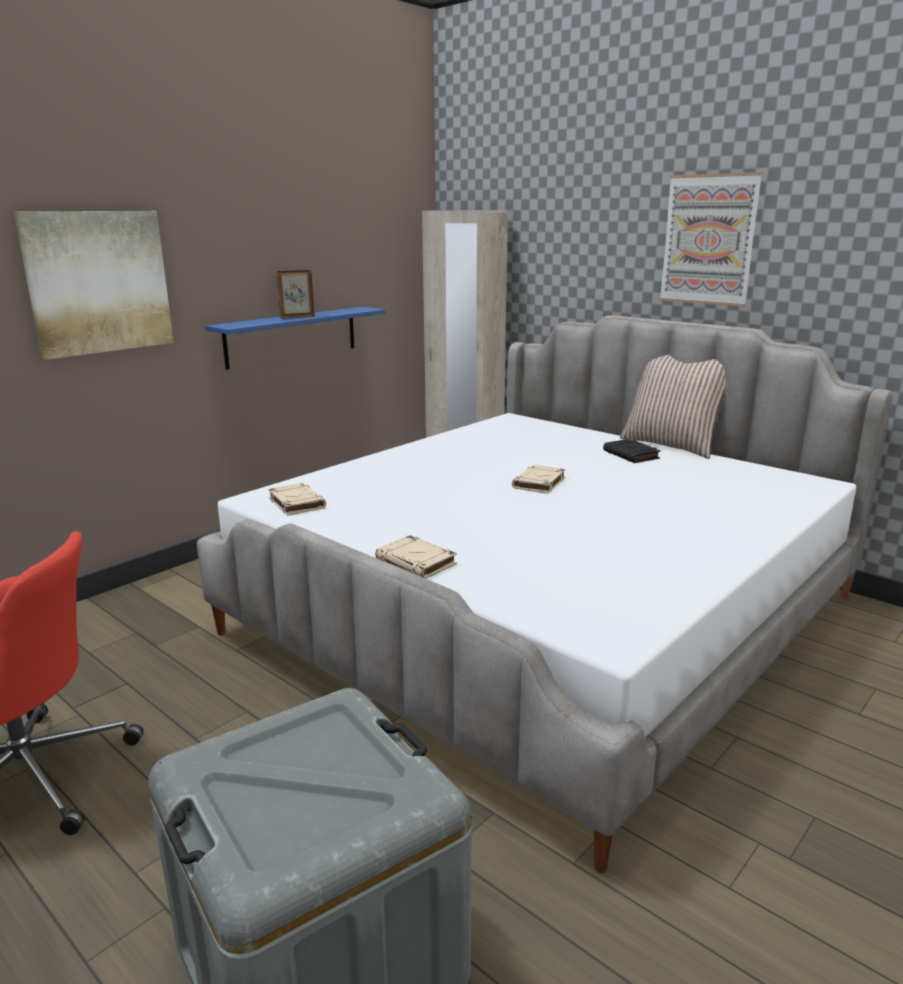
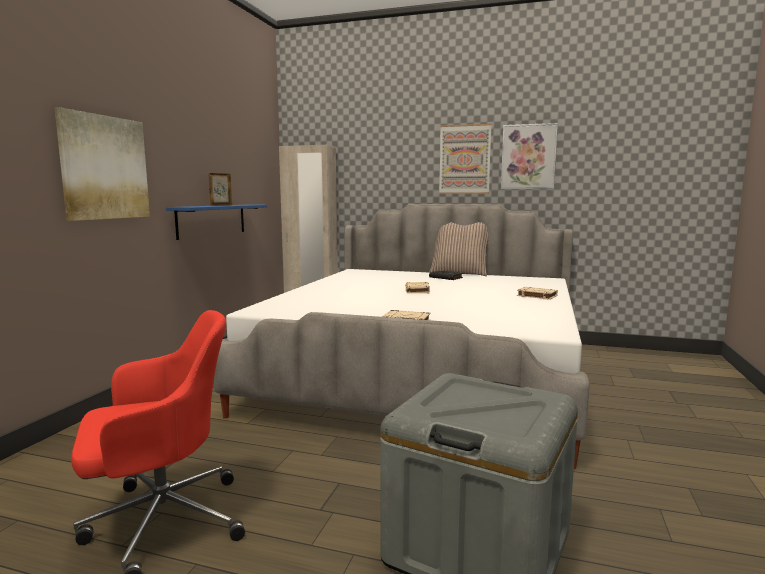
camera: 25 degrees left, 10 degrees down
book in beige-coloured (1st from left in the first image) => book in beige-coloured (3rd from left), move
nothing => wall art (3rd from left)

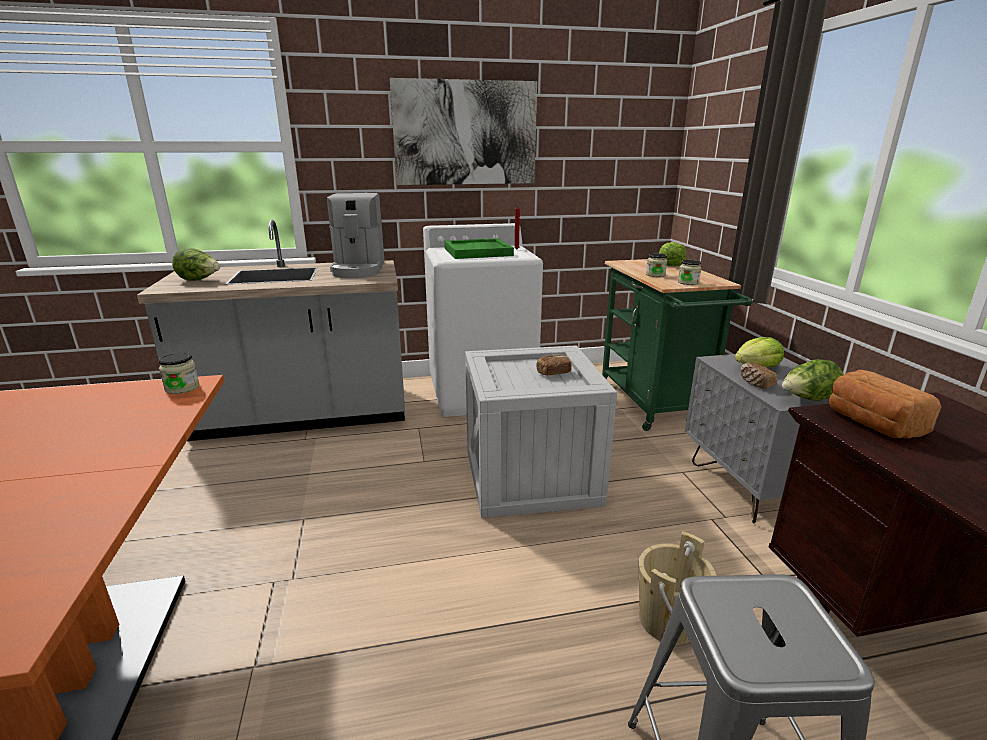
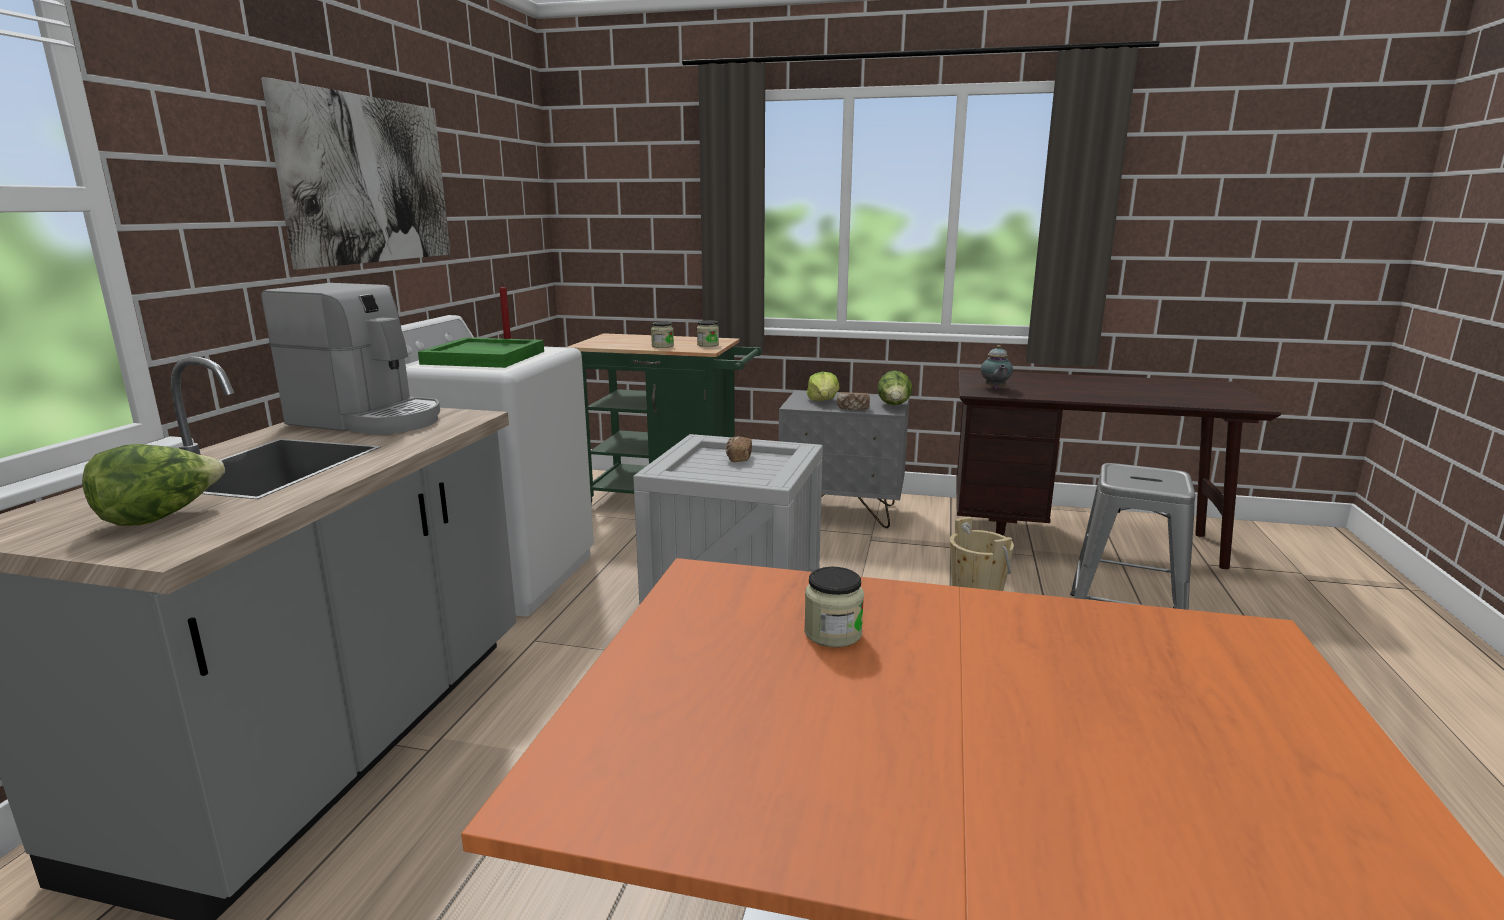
camera: 65 degrees left, 5 degrees down
preserve jar (1st from left in the first image) => preserve jar (3rd from left), move
head of lettuce (2nd from left) => nothing
bread (3rd from left) => teapot

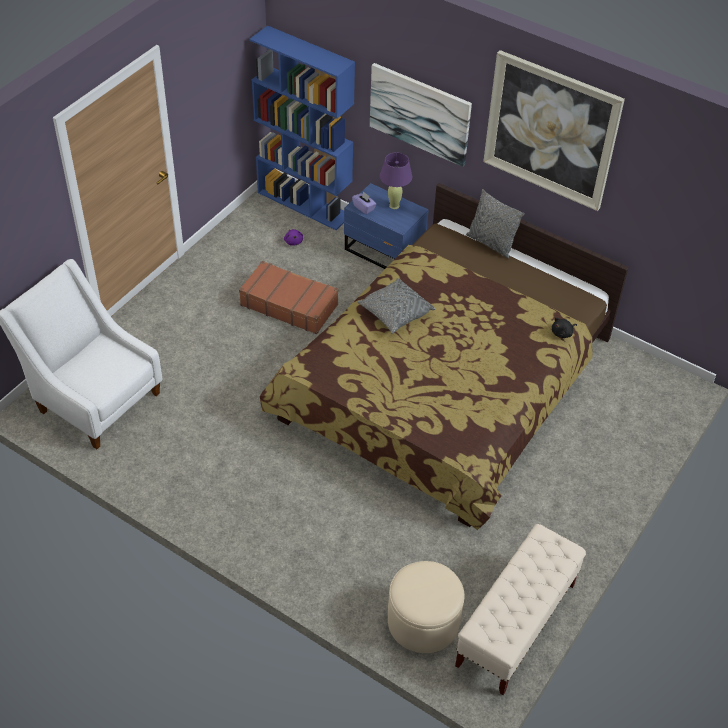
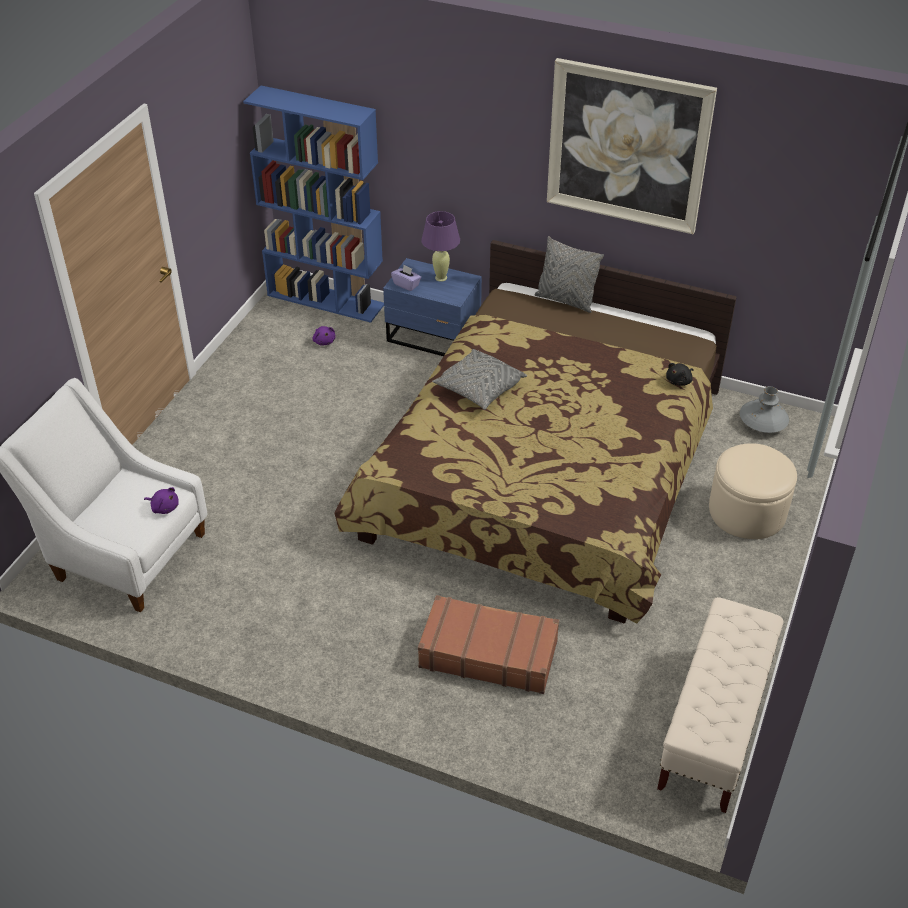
camera: 10 degrees left, 5 degrees down
suitcase in brown, move
wall art (1st from left) => nothing
pouffe in beige-coloured, move
nothing => plush toy in purple (1st from left)
nothing => vase in greyish

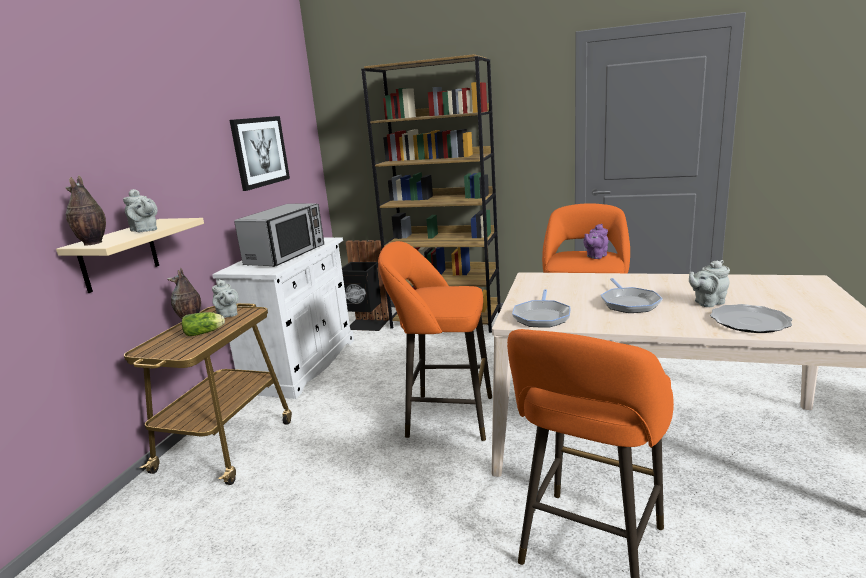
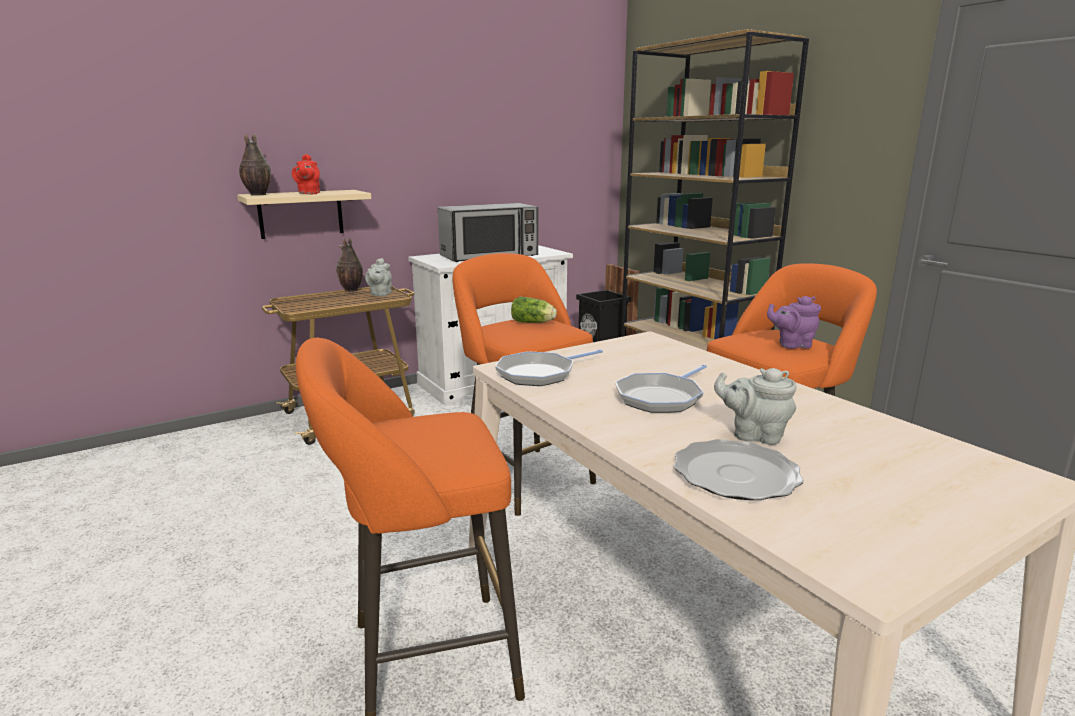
camera: 40 degrees right, 0 degrees up
teapot in greyish (1st from left) => teapot in red-coloured
head of lettuce, move
wall art => nothing

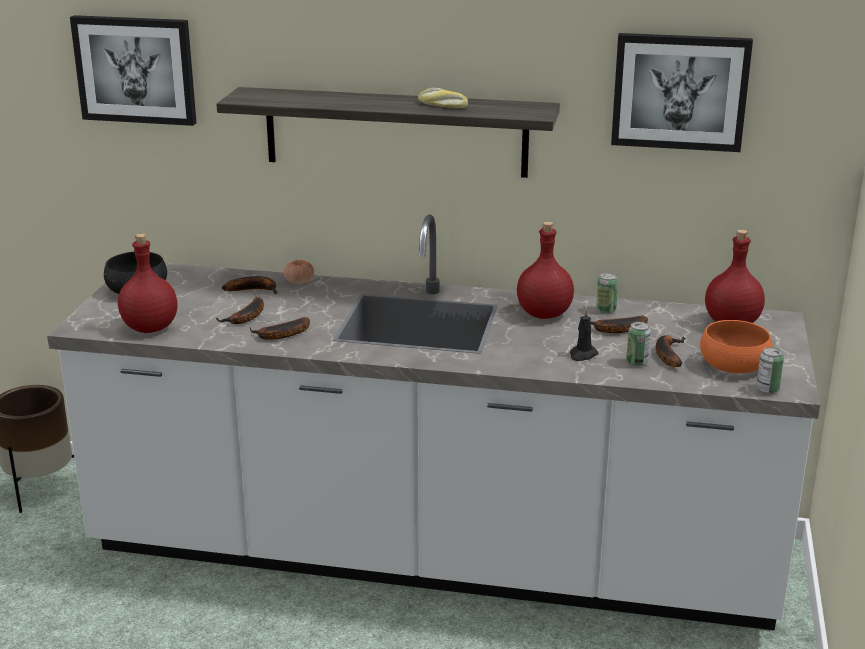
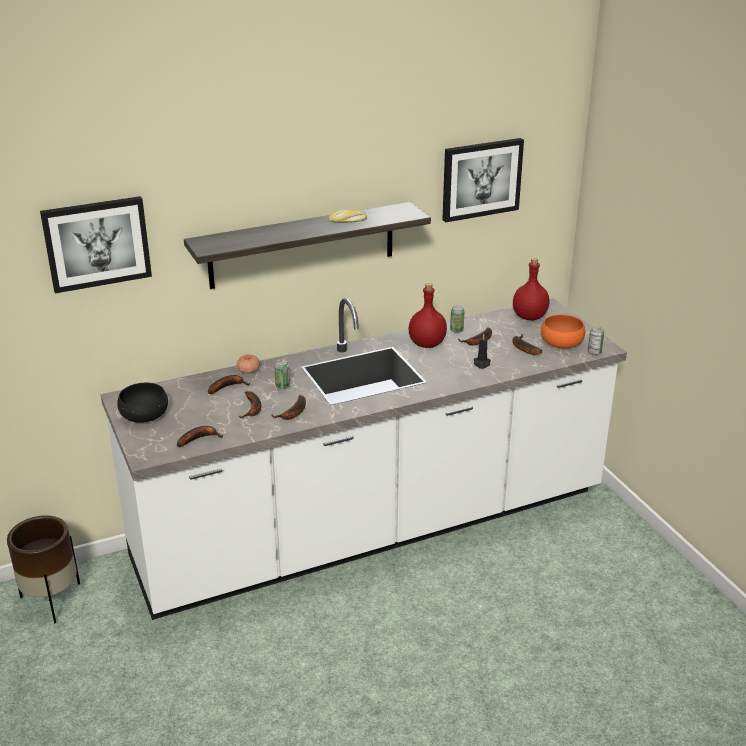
camera: 35 degrees left, 5 degrees up
bottle in red-coloured (1st from left) => whole banana (1st from left)
sealed can (2nd from left in the first image) => sealed can (1st from left), move

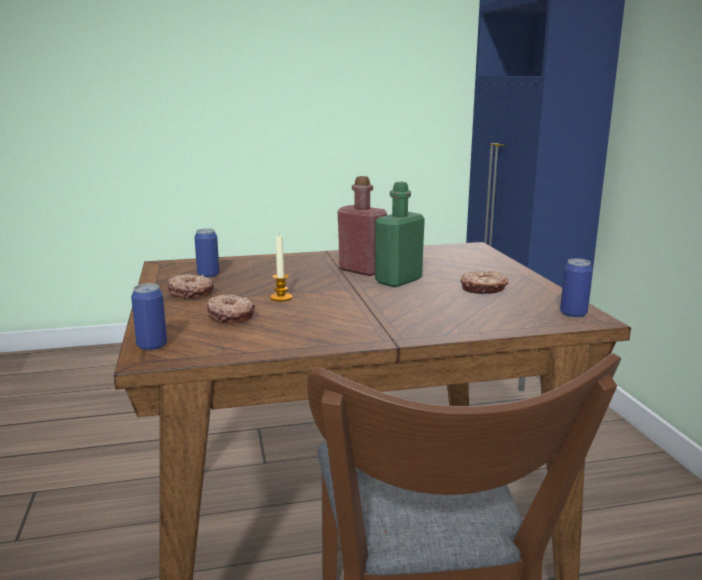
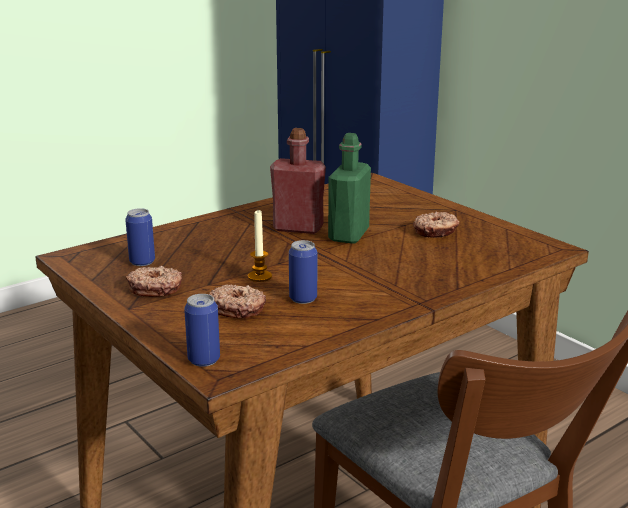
camera: 25 degrees left, 5 degrees up
sealed can (3rd from left), move

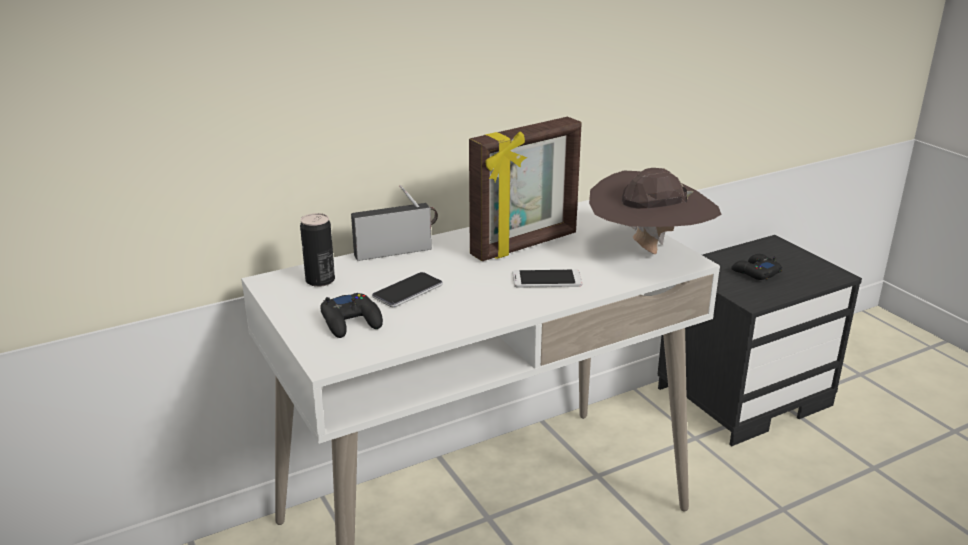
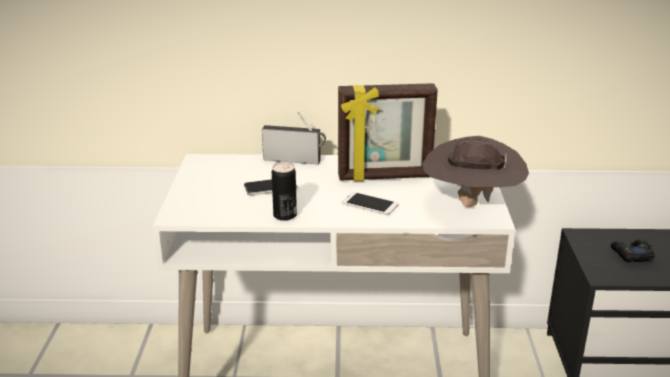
camera: 30 degrees right, 0 degrees up
sealed can, move
game controller in black (1st from left) => nothing

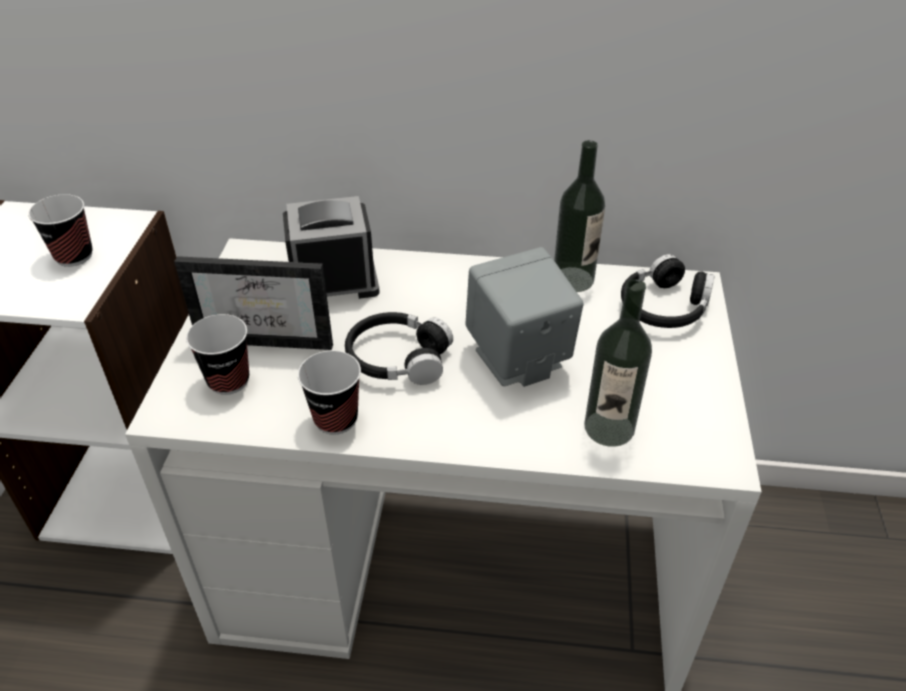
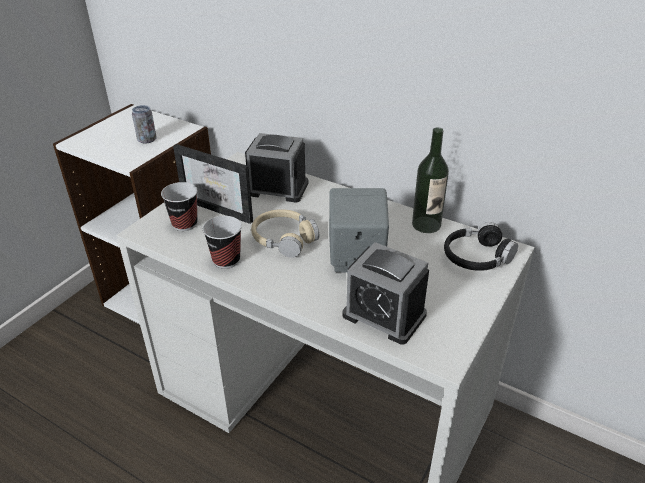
camera: 25 degrees right, 5 degrees down
drinking cup (1st from left) => sealed can
headphones in black (1st from left) => headphones in beige-coloured
bottle (2nd from left) => bedside clock (2nd from left)

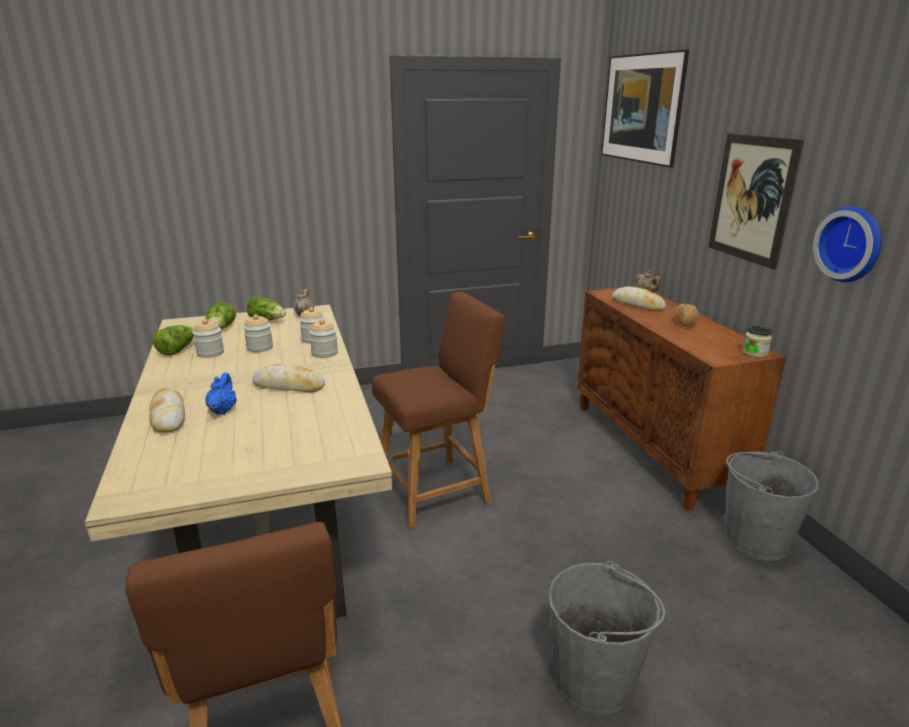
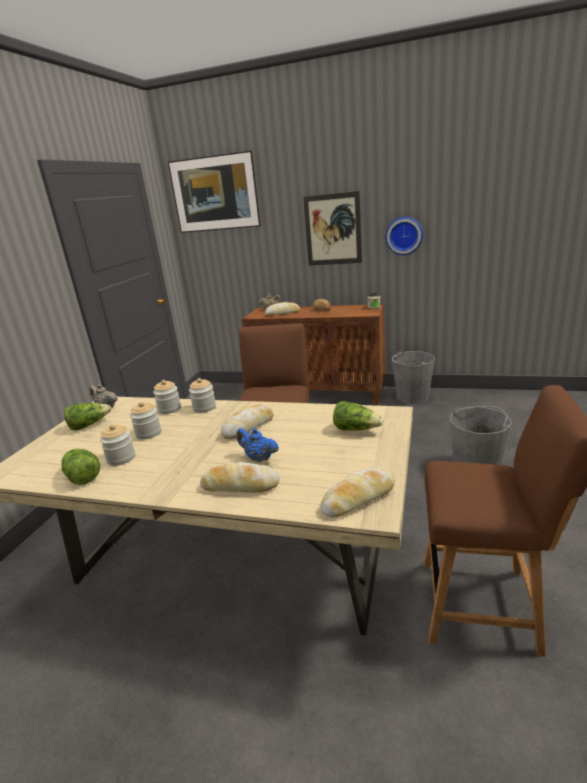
camera: 55 degrees left, 0 degrees up
head of lettuce (2nd from left in the first image) => head of lettuce (3rd from left), move
nothing => bread (5th from left)

